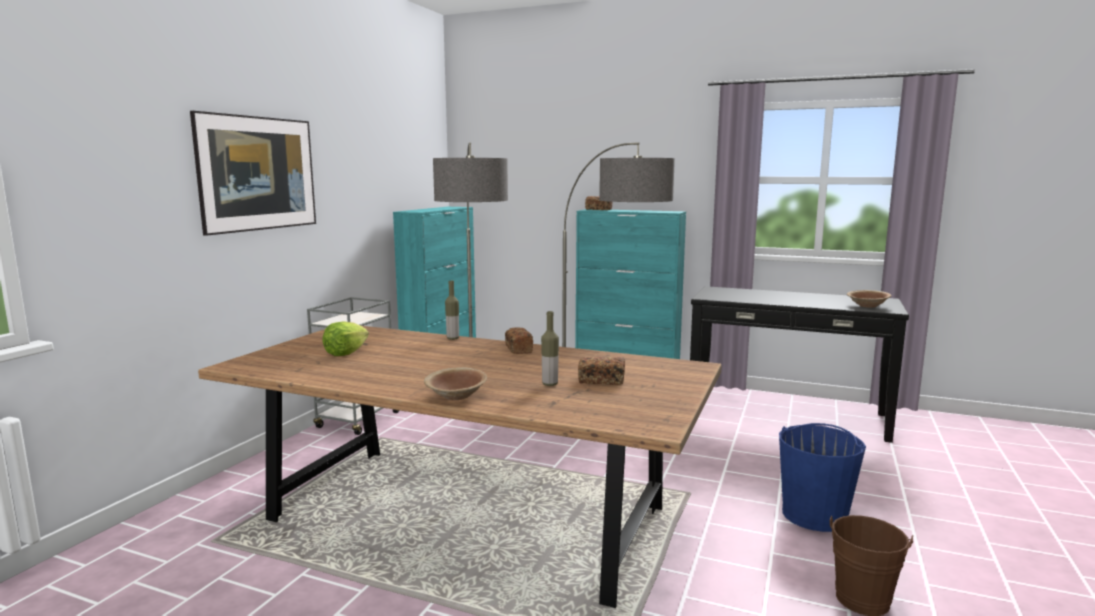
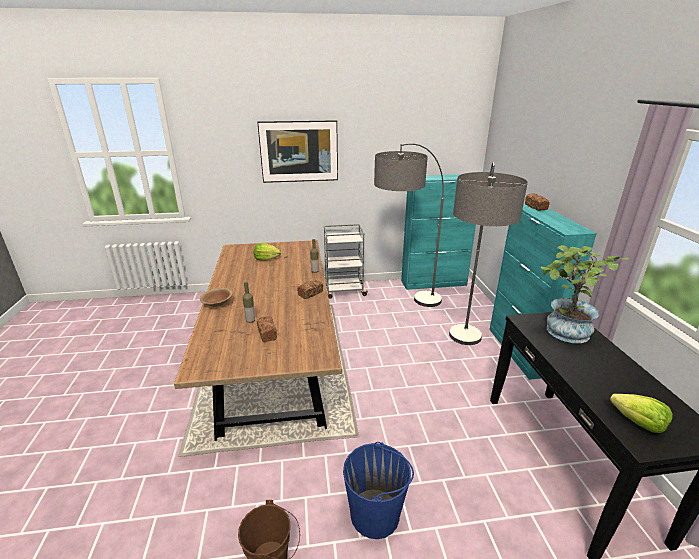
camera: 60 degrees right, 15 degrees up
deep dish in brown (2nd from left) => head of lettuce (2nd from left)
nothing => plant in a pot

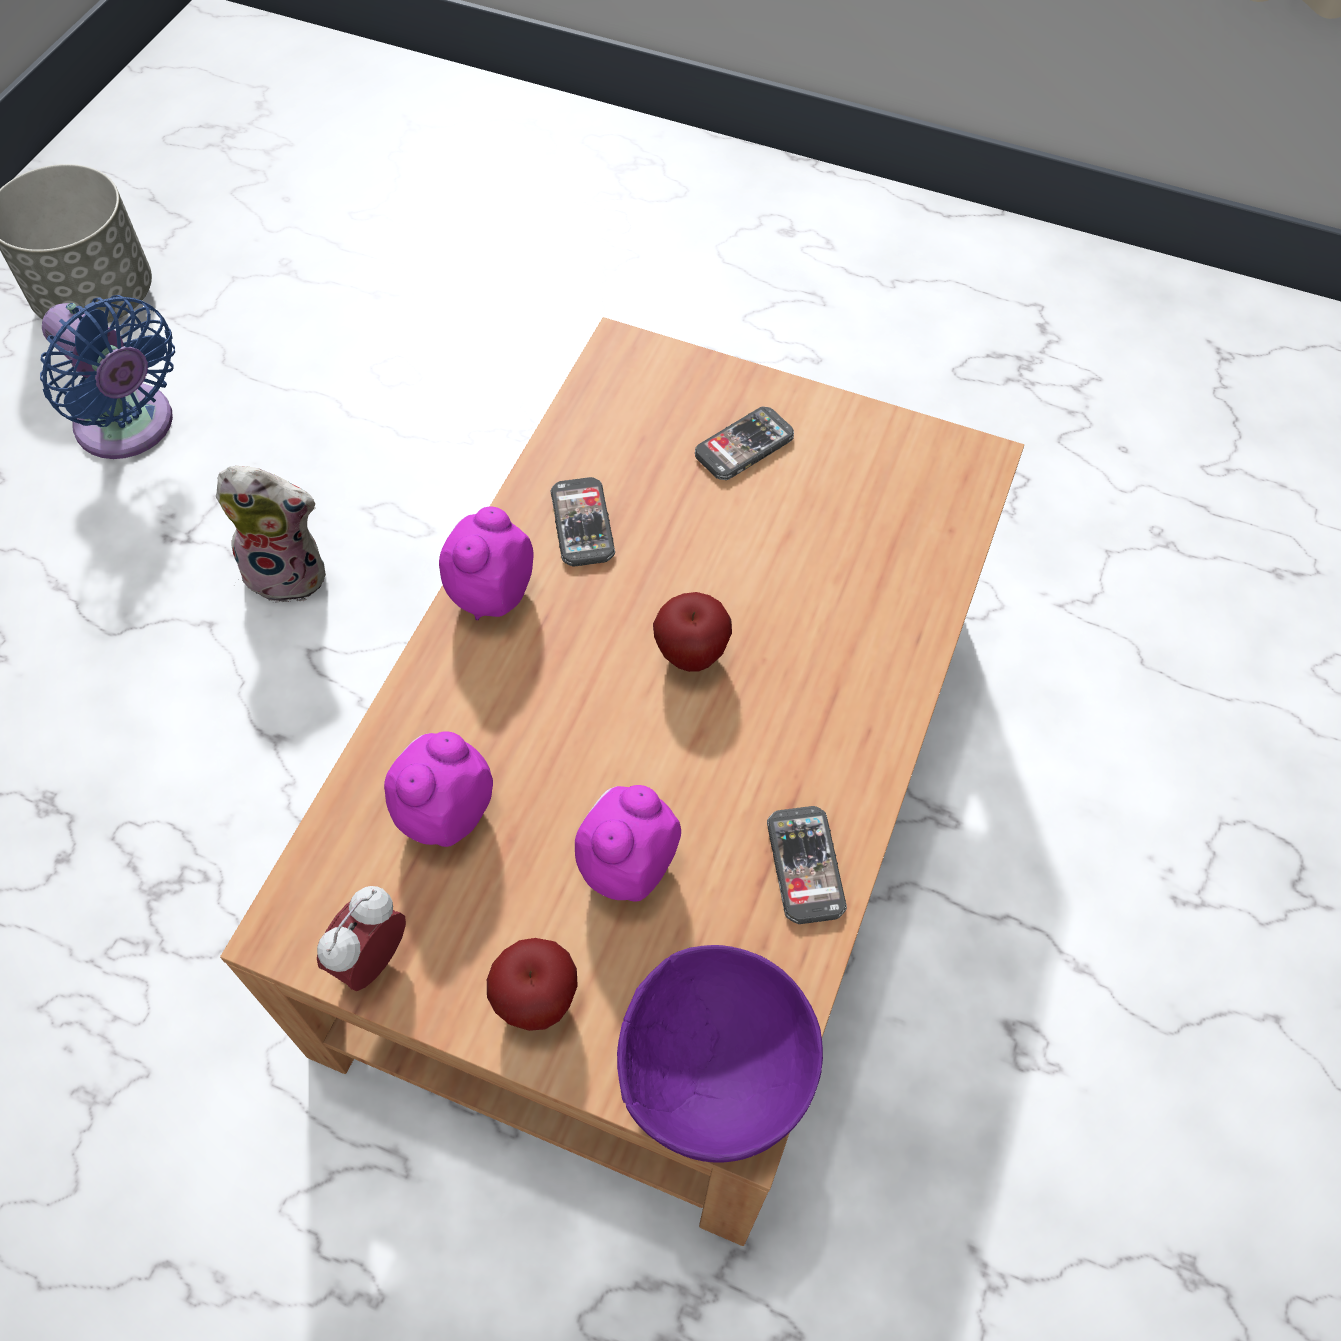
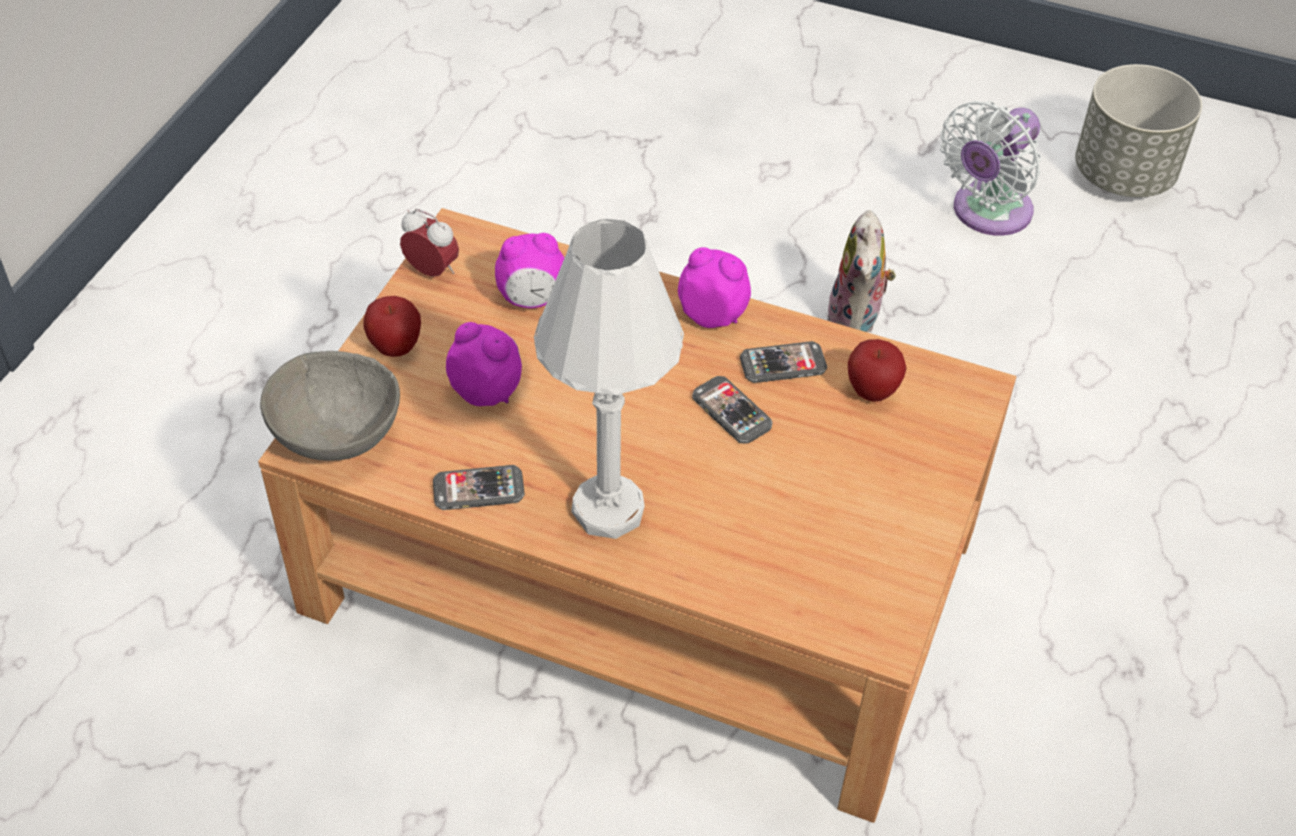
camera: 90 degrees right, 10 degrees down
cooling fan in blue => cooling fan in white-coloured
bedside clock (2nd from left in the first image) => bedside clock (3rd from left), 135 degrees clockwise
deep dish in purple => deep dish in greyish
apple fruit (2nd from left), move
handset (2nd from left), move
nothing => table lamp in white-coloured

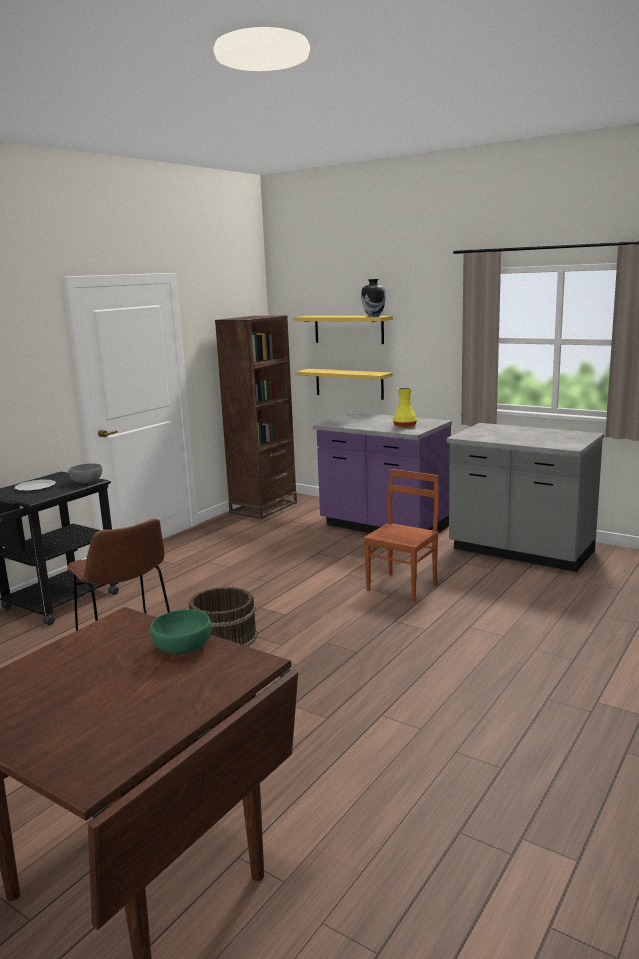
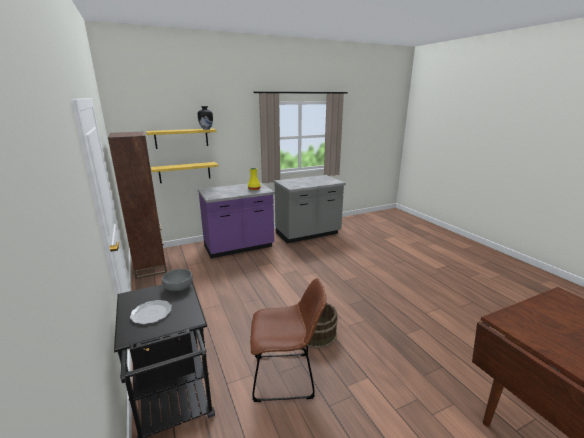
camera: 60 degrees left, 5 degrees up
deep dish in green-coloured => nothing
upright chair in brown (2nd from left) => nothing

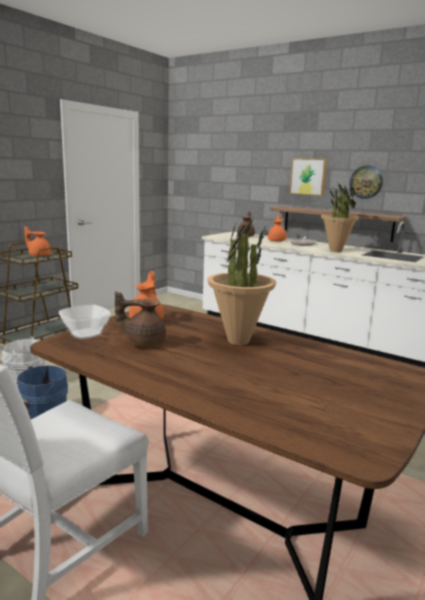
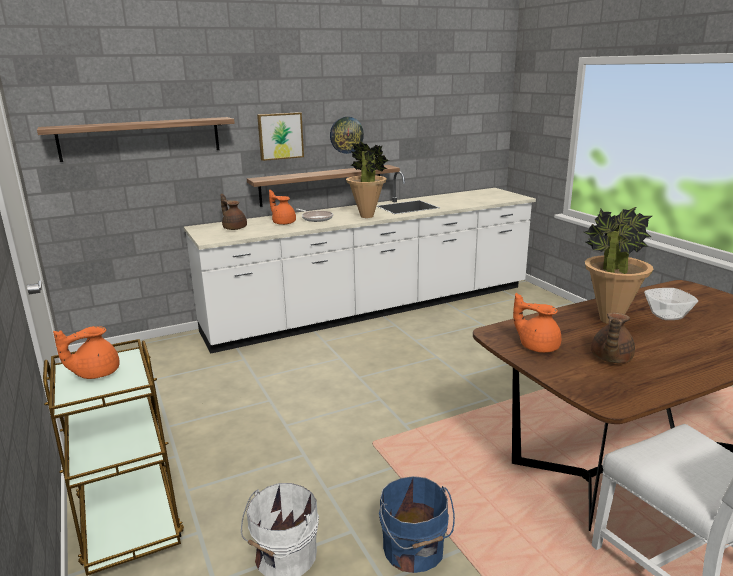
camera: 60 degrees left, 5 degrees up
deep dish, move
nothing => wall shelf (1st from left)

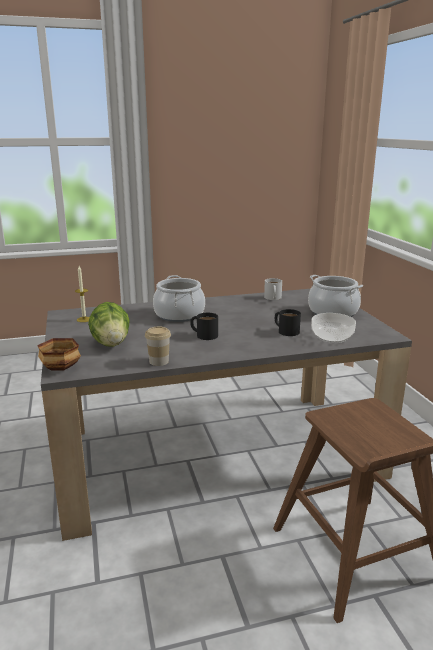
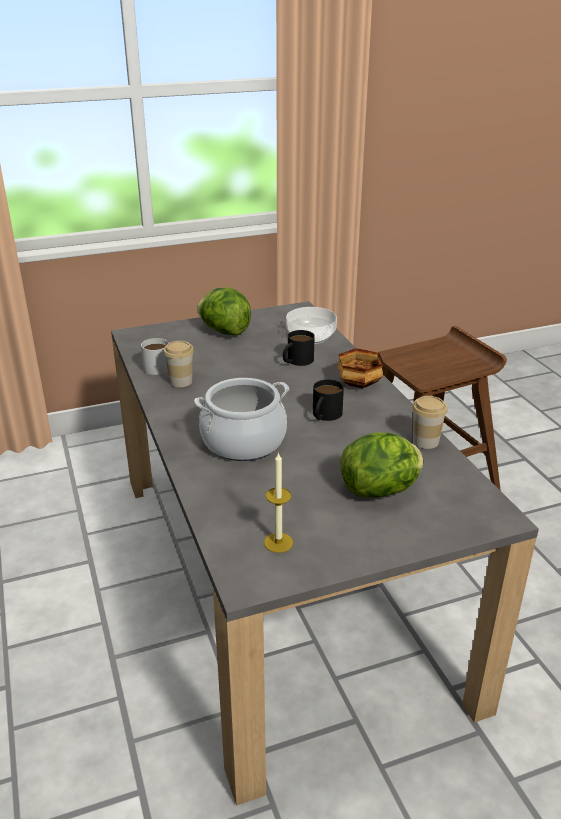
camera: 95 degrees left, 10 degrees up
deep dish (1st from left in the first image) => deep dish (2nd from left), move
saucepot (2nd from left) => head of lettuce (1st from left)
nothing => drinking cup (1st from left)

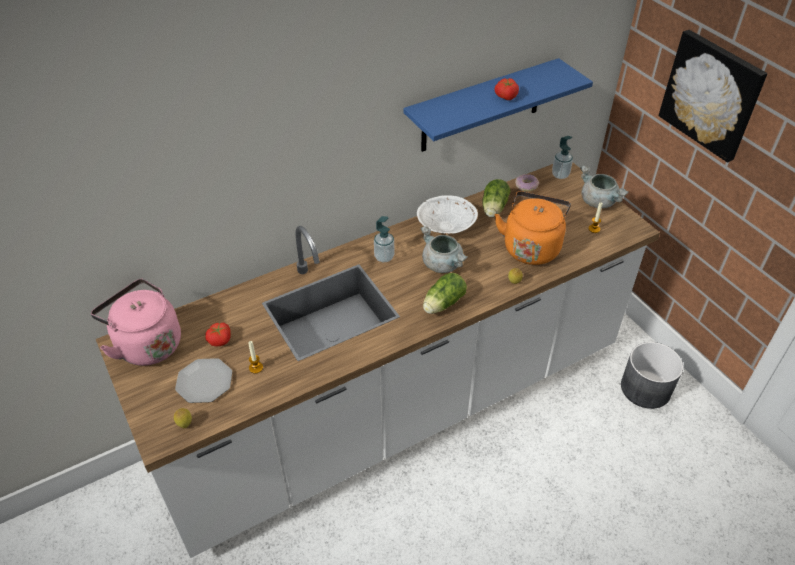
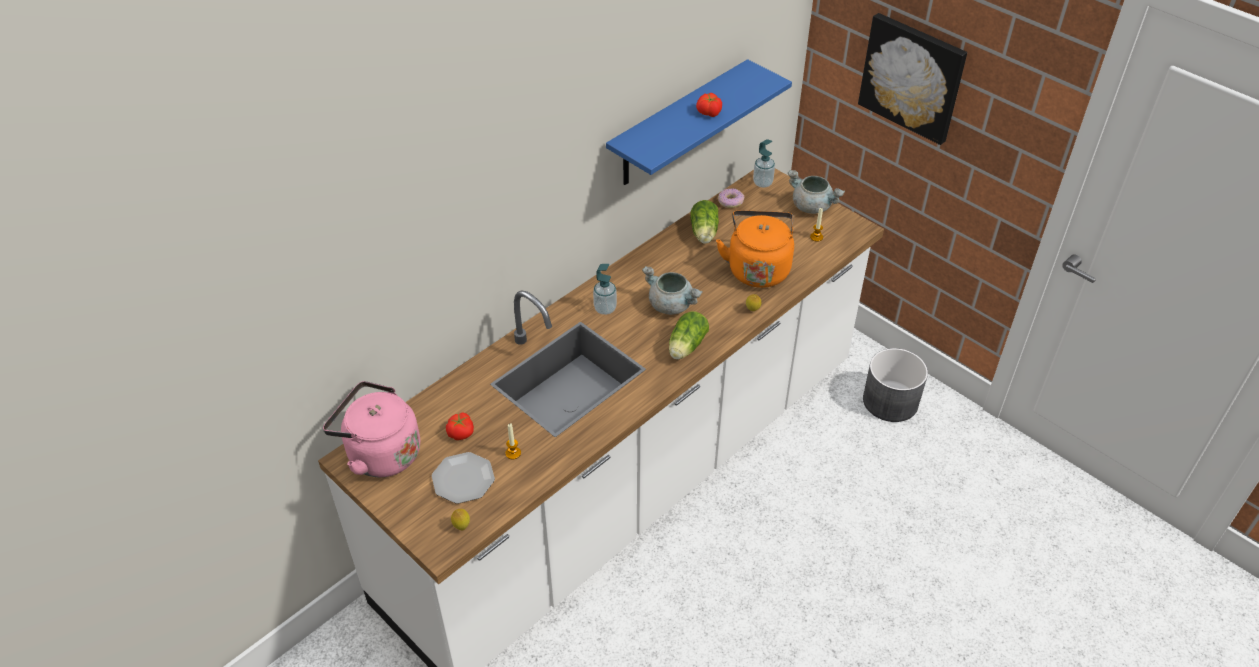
camera: 15 degrees left, 0 degrees up
deep dish in white-coloured => nothing

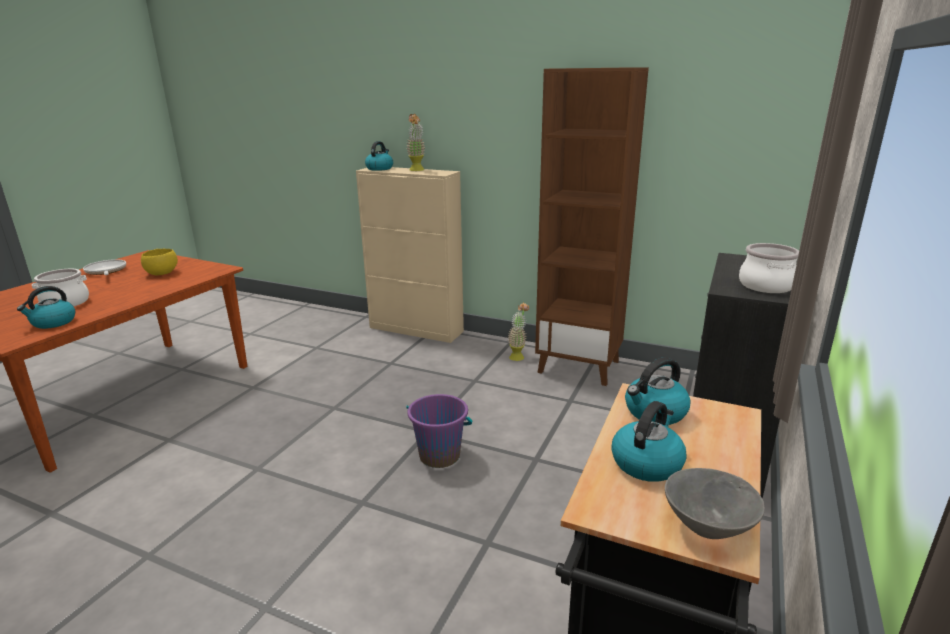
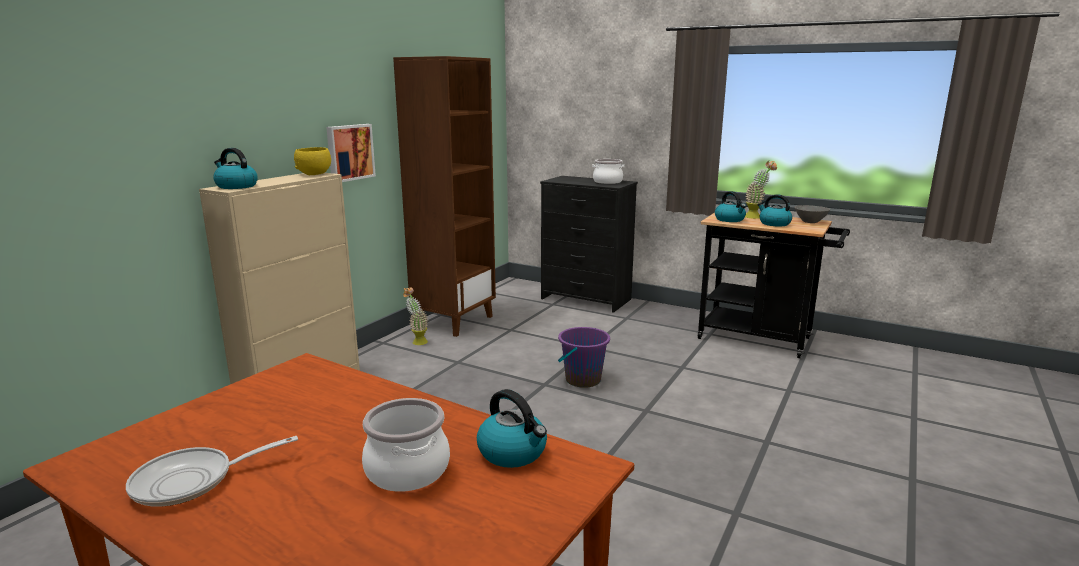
camera: 85 degrees left, 5 degrees down
deep dish in yellow, move
plant in a pot (1st from left in the first image) => plant in a pot (2nd from left), move
nothing => wall art

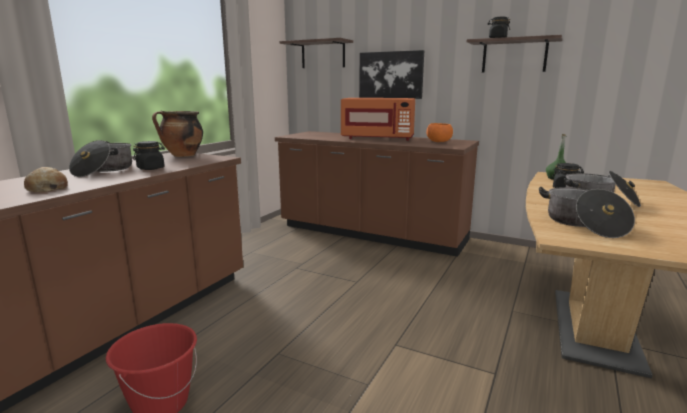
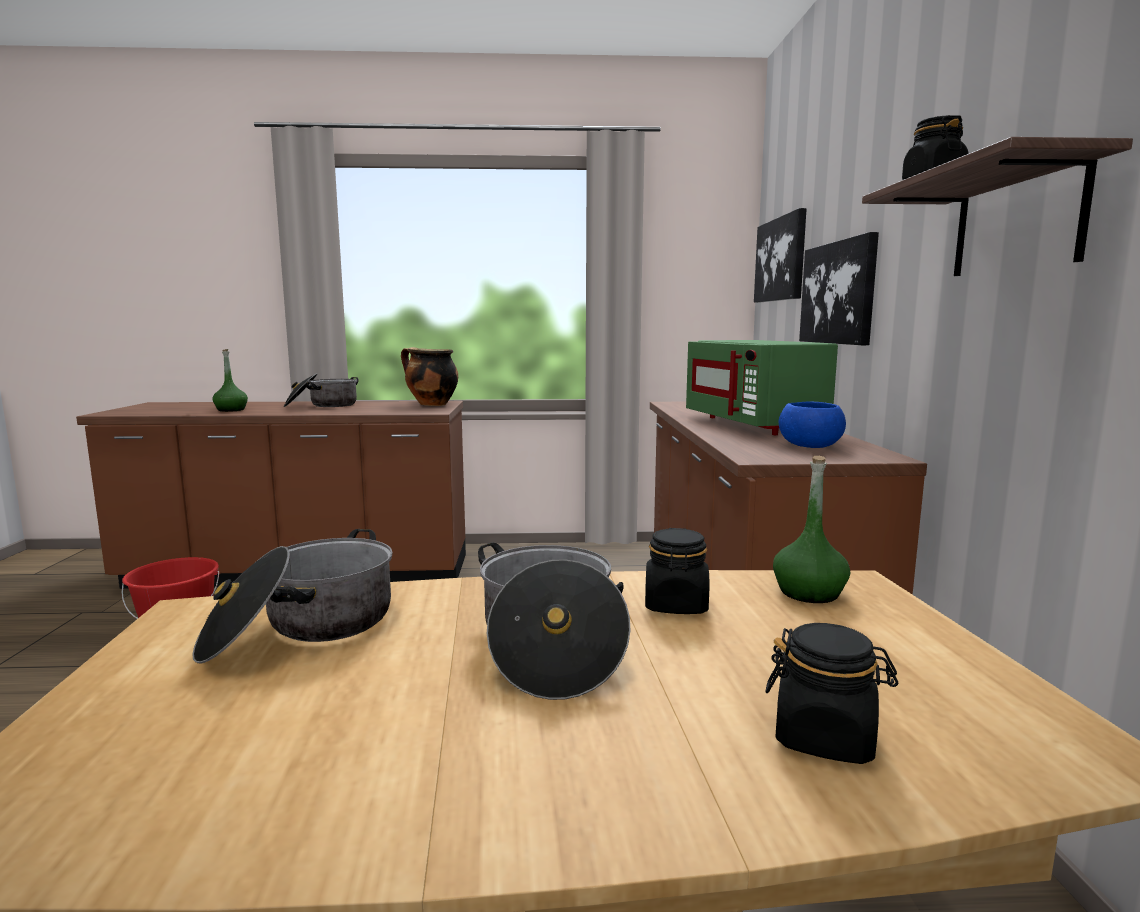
camera: 60 degrees right, 5 degrees down
bread => bottle in green-coloured (1st from left)
preserve jar in black (1st from left in the first image) => preserve jar in black (2nd from left), move
wall shelf (1st from left) => wall art (1st from left)
kitchen microwave in orangey => kitchen microwave in green-coloured
deep dish in orangey => deep dish in blue

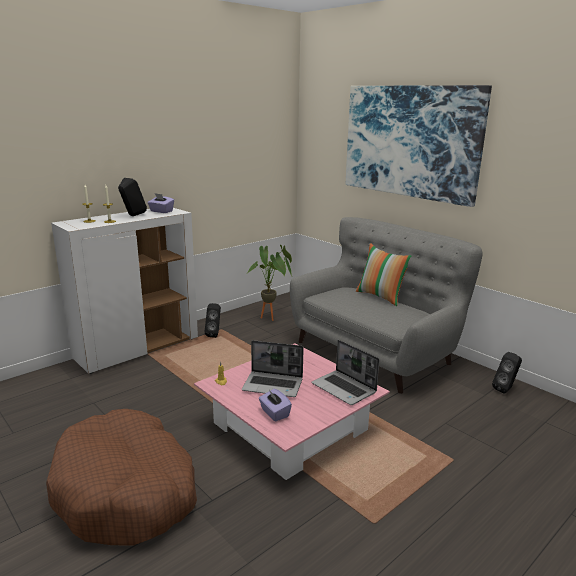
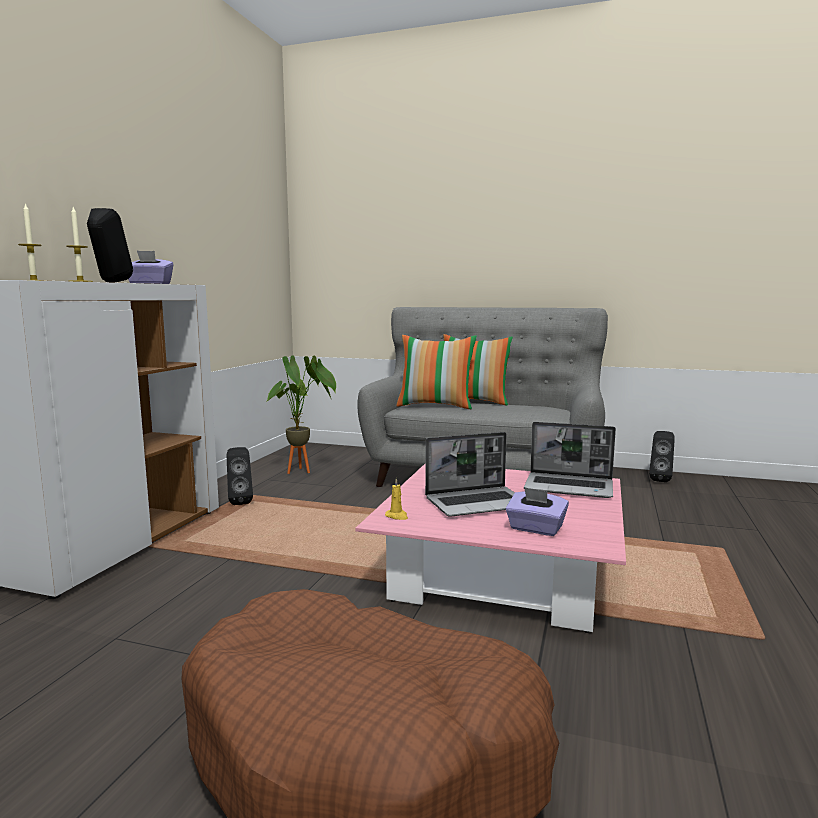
camera: 30 degrees left, 10 degrees down
wall art => nothing
nothing => throw pillow (1st from left)

